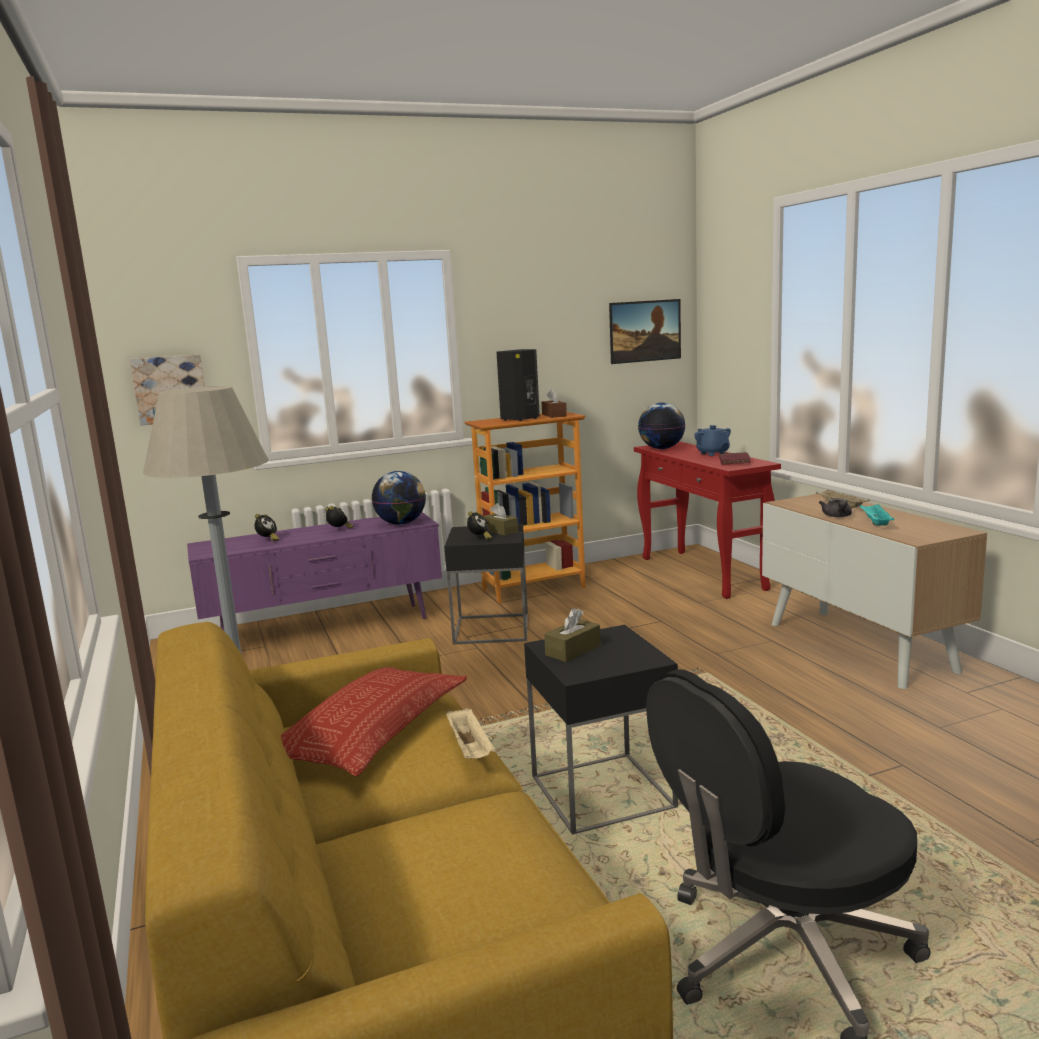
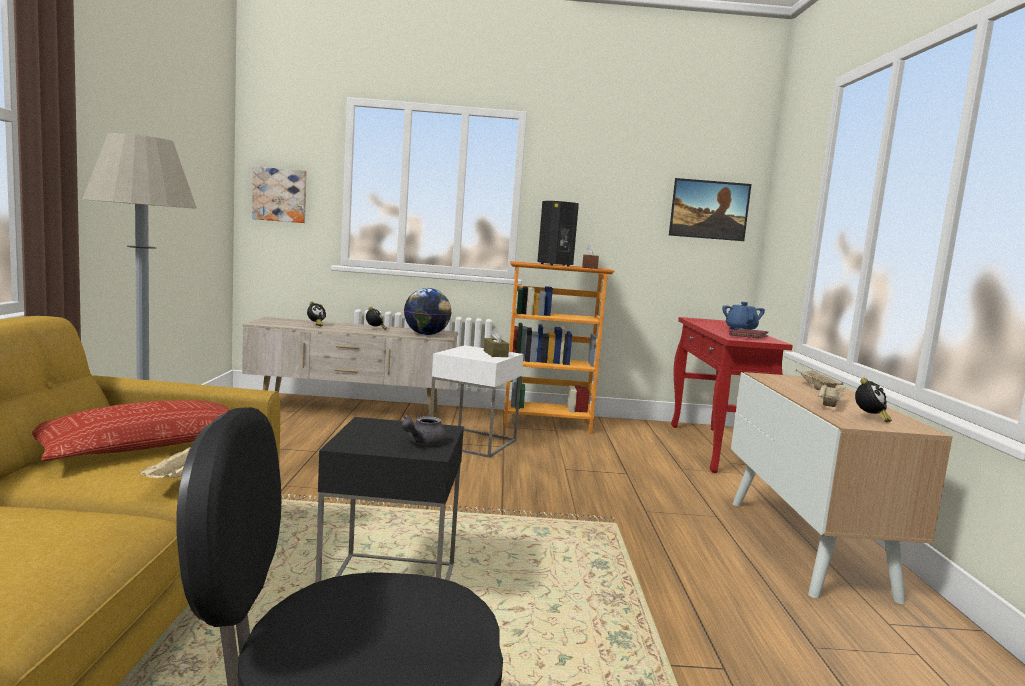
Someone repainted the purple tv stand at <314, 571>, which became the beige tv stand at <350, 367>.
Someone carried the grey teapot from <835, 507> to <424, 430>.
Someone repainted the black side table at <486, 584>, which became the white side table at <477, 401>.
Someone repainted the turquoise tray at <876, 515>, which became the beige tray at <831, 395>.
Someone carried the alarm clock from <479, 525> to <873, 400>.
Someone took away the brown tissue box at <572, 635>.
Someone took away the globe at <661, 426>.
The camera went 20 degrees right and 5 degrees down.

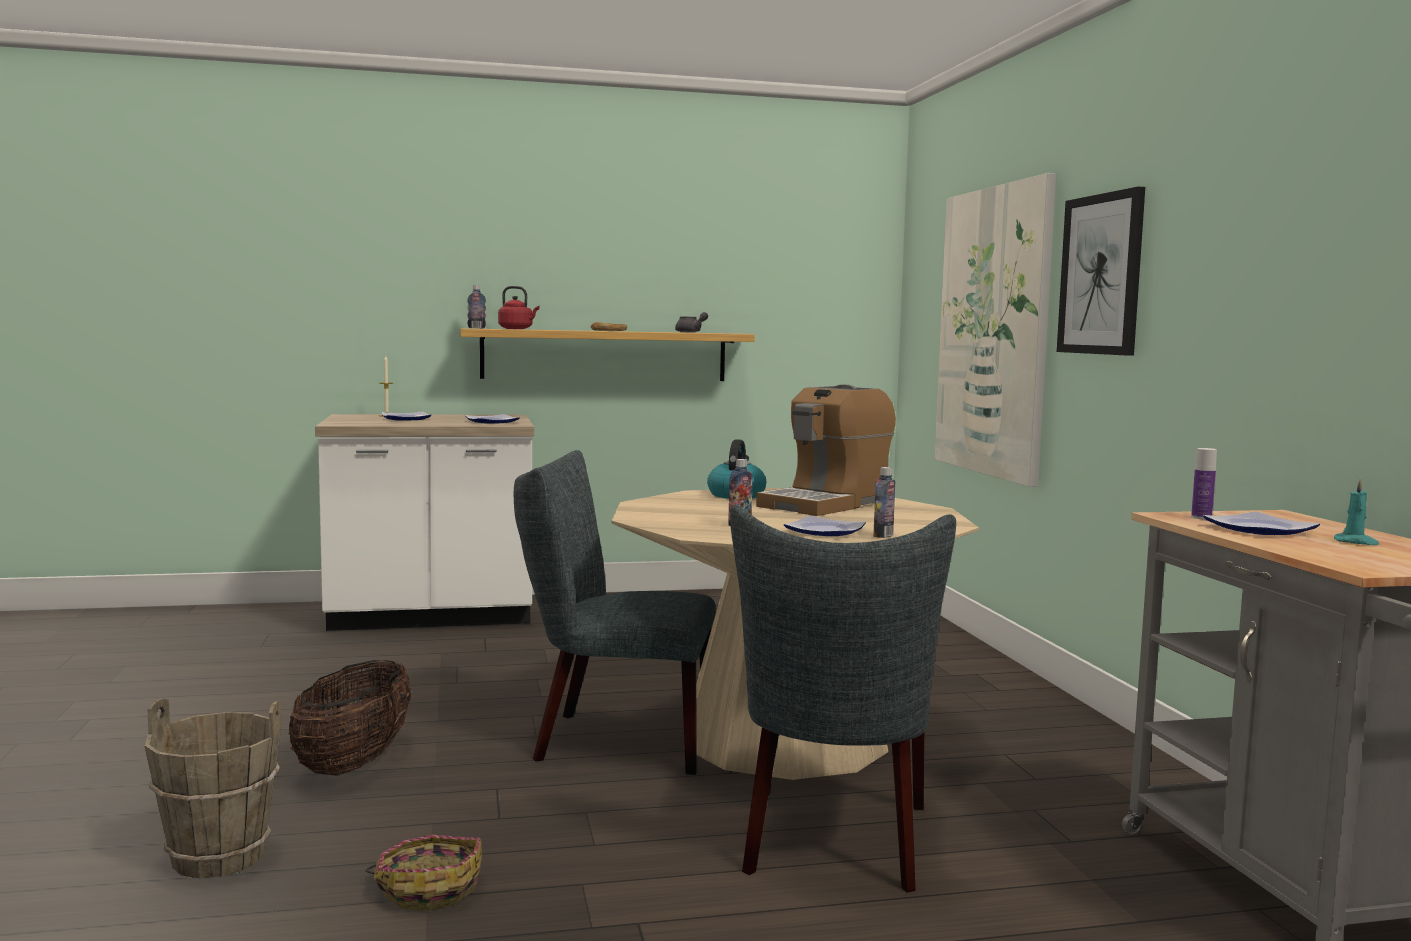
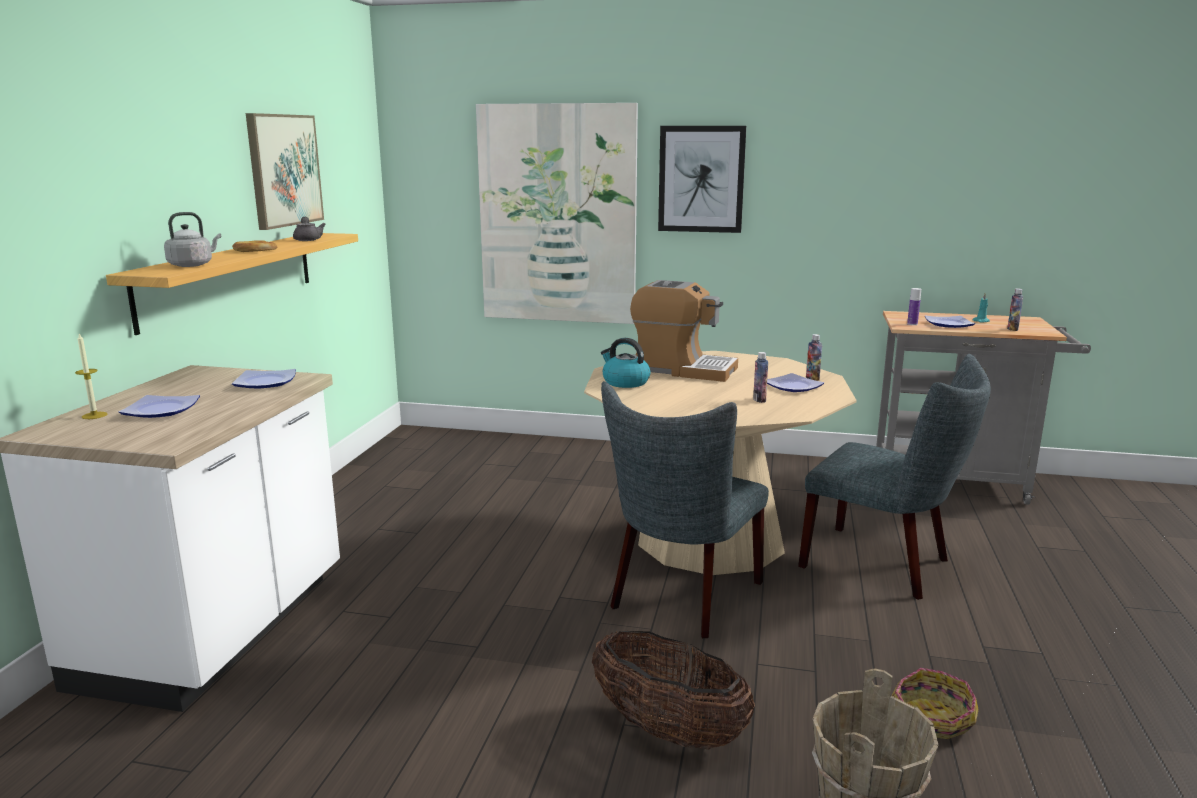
Someone repainted the red kettle at <519, 307>, which became the grey kettle at <192, 239>.
Someone put up the picture at <285, 171>.
Someone rotated the coffee machine at <826, 450> by 45 degrees counterclockwise.
Someone carried the bottle from <476, 307> to <1015, 309>.
The camera went 65 degrees left and 10 degrees up.

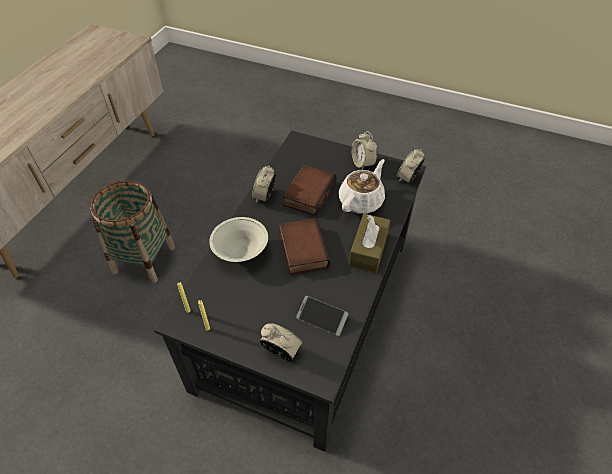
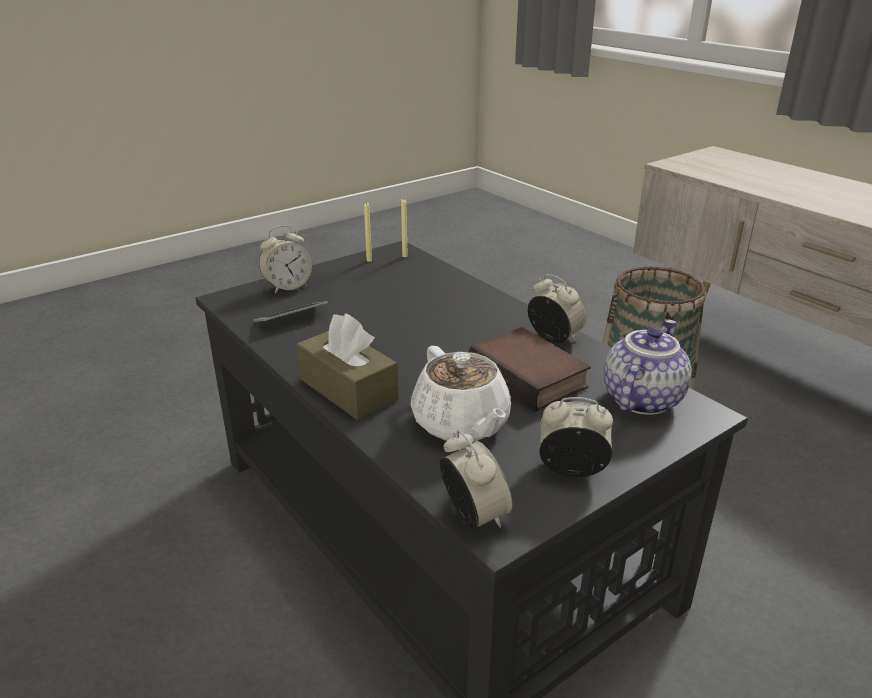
Someone put down the teapot at <648, 367>.
Someone took away the white bowl at <238, 239>.
Someone took away the book at <305, 246>.
The camera went 120 degrees right and 20 degrees down.

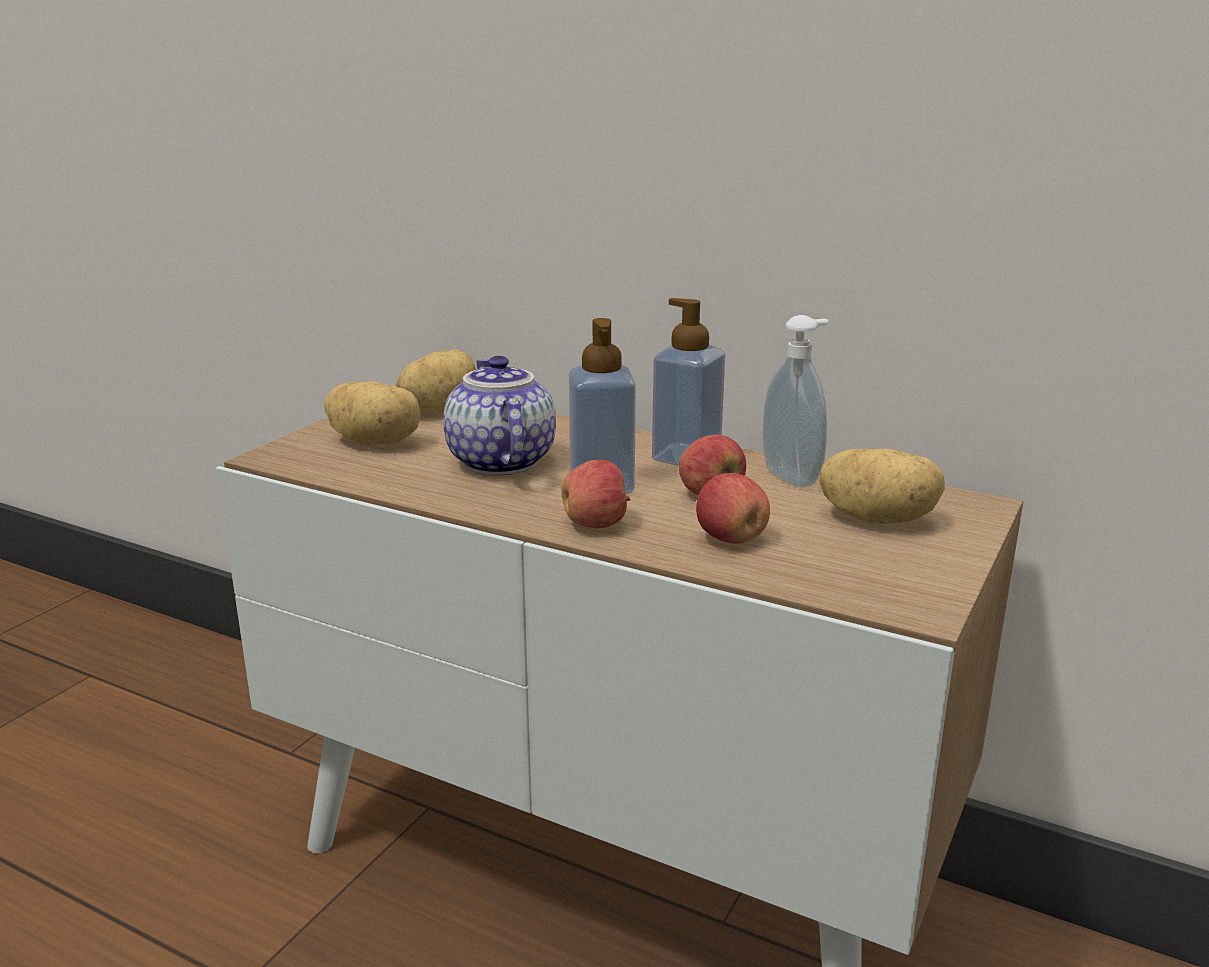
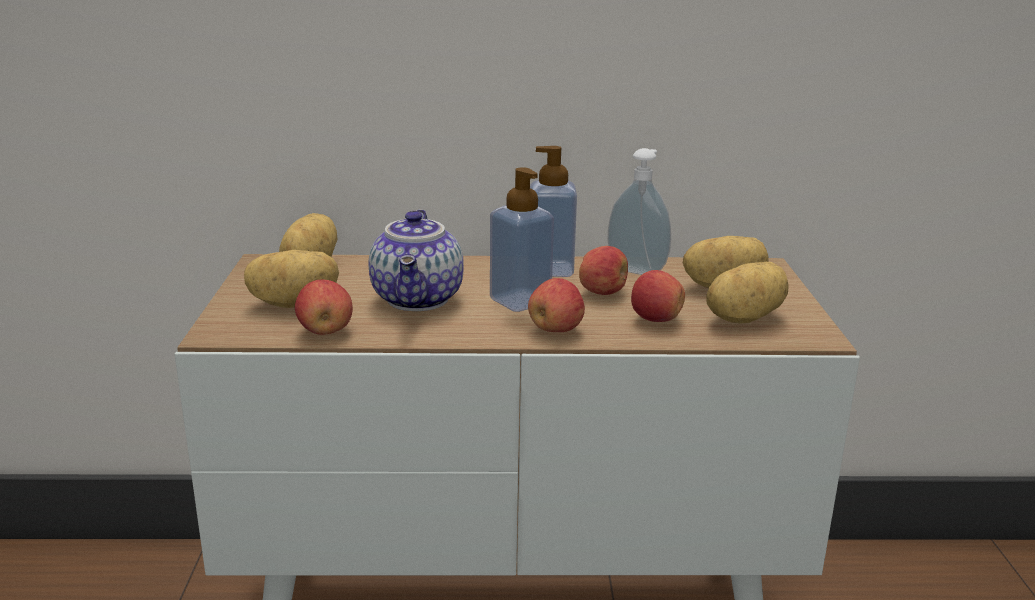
Someone put down the apple at <324, 307>.
Someone rotated the teapot at <499, 416> by 135 degrees counterclockwise.
Someone put down the potato at <747, 293>.
The camera went 30 degrees left and 0 degrees up.

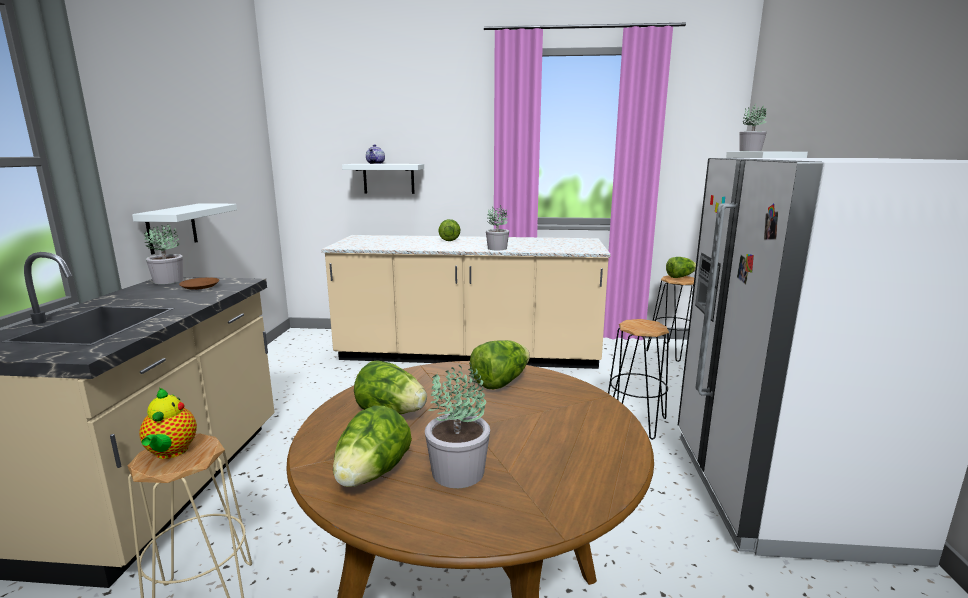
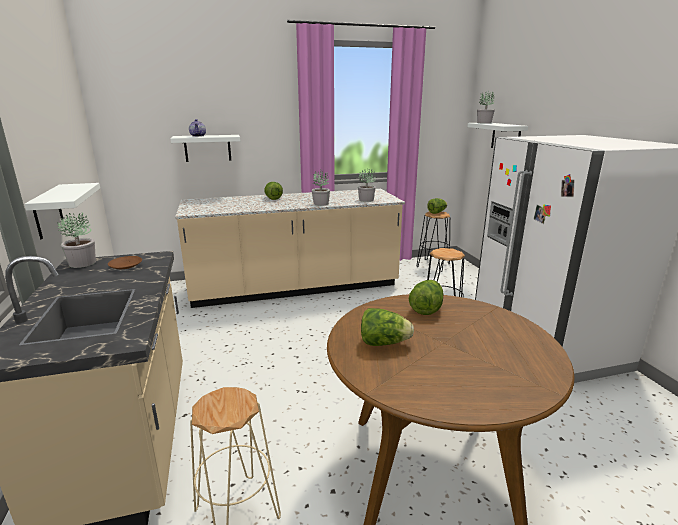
Someone carried the potted plant from <457, 425> to <367, 185>.
Someone took away the teapot at <168, 423>.
Someone took away the lettuce at <372, 446>.
The camera went 20 degrees left and 5 degrees up.

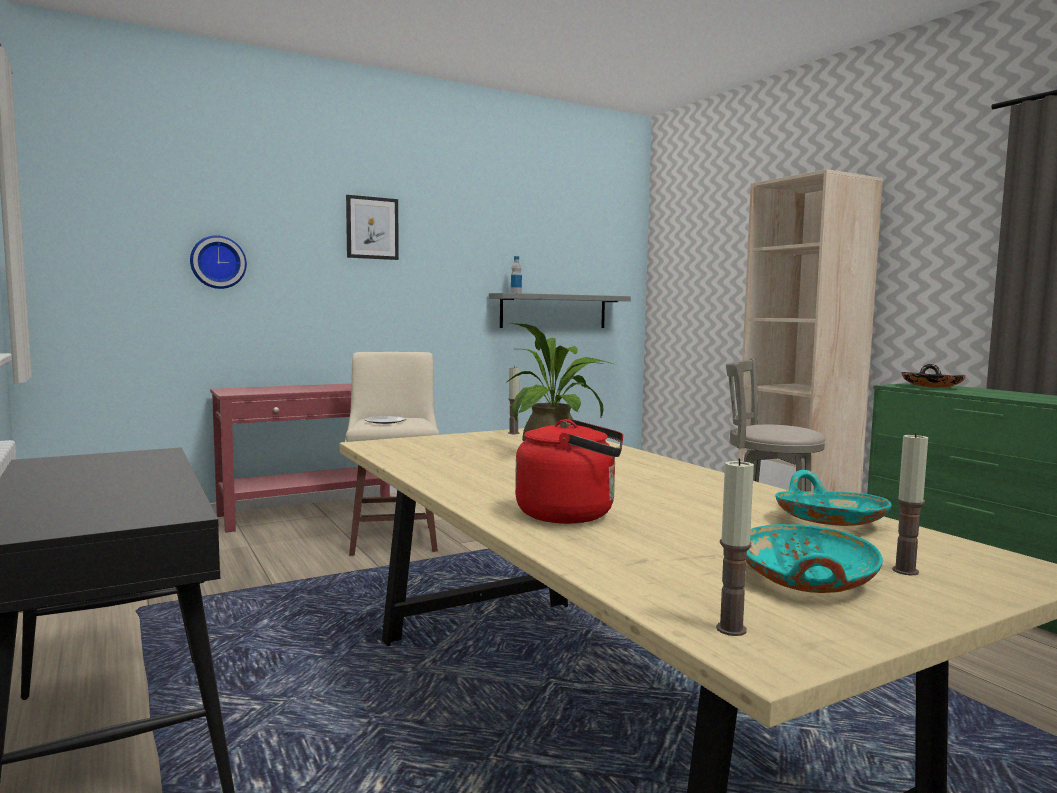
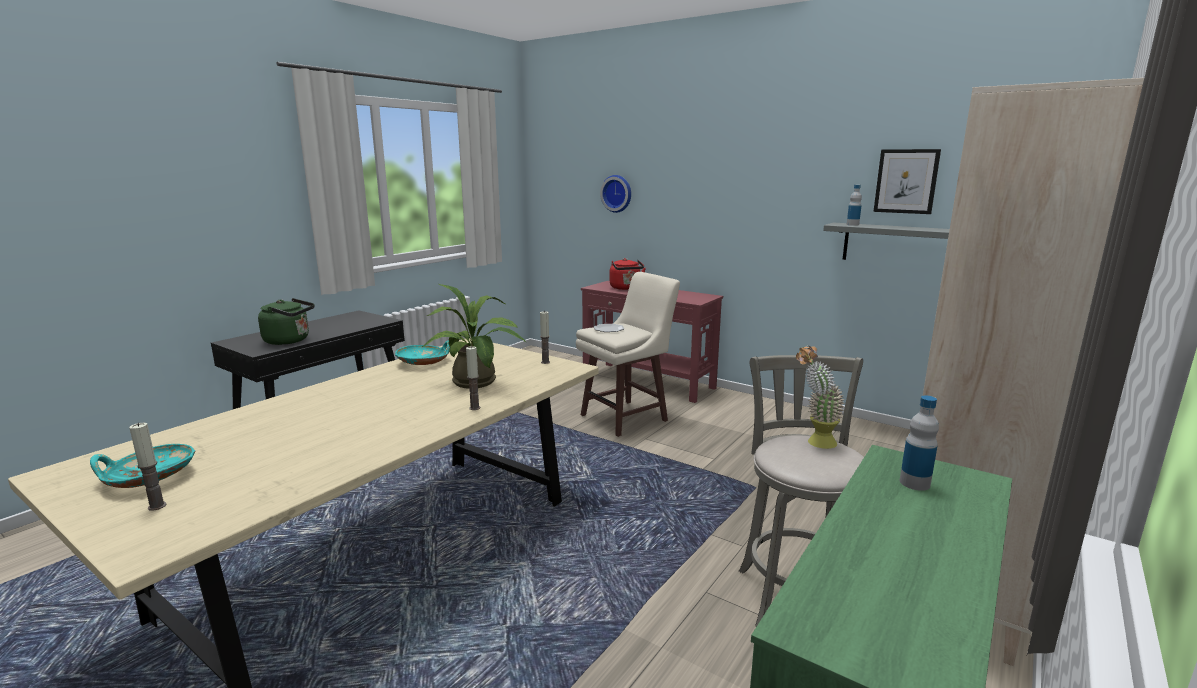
Someone put down the green kettle at <286, 321>.
Someone carried the turquoise bowl from <833, 498> to <422, 352>.
Someone carried the candle from <735, 547> to <473, 378>.
Someone carried the red kettle from <569, 471> to <628, 274>.
Someone put down the potted plant at <820, 397>.
Someone carried the picture from <372, 227> to <907, 181>.
Someone swapped the black bowl at <933, 376> for the bottle at <919, 443>.
The camera went 65 degrees right and 10 degrees up.

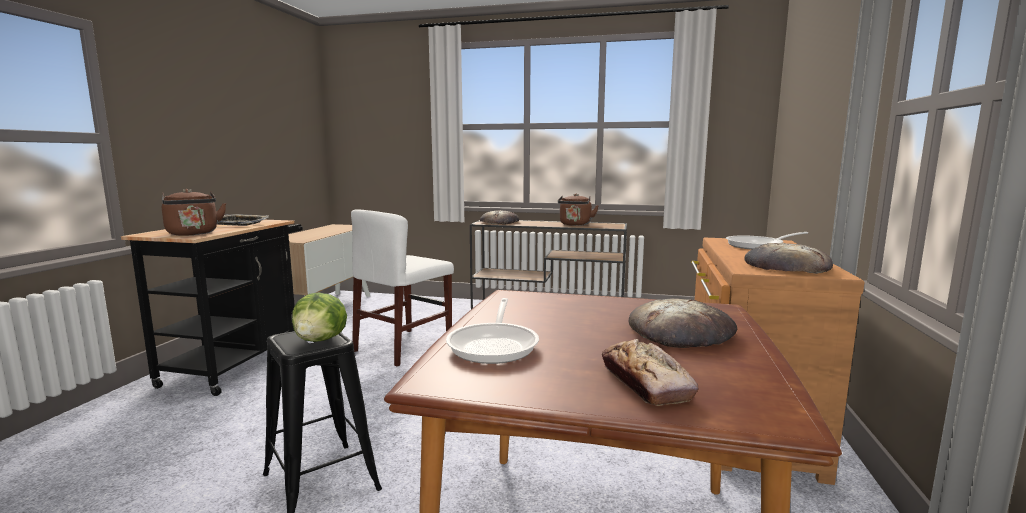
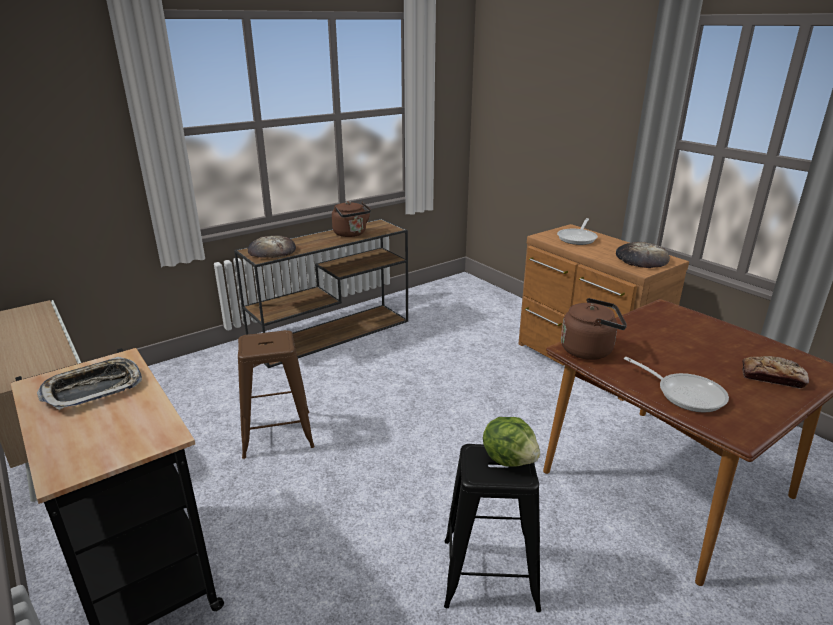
Someone swapped the white chair at <402, 288> for the brown stool at <276, 394>.
Someone carried the brown kettle from <194, 212> to <594, 329>.
Someone took away the bread at <682, 323>.
The camera went 50 degrees left and 15 degrees up.

